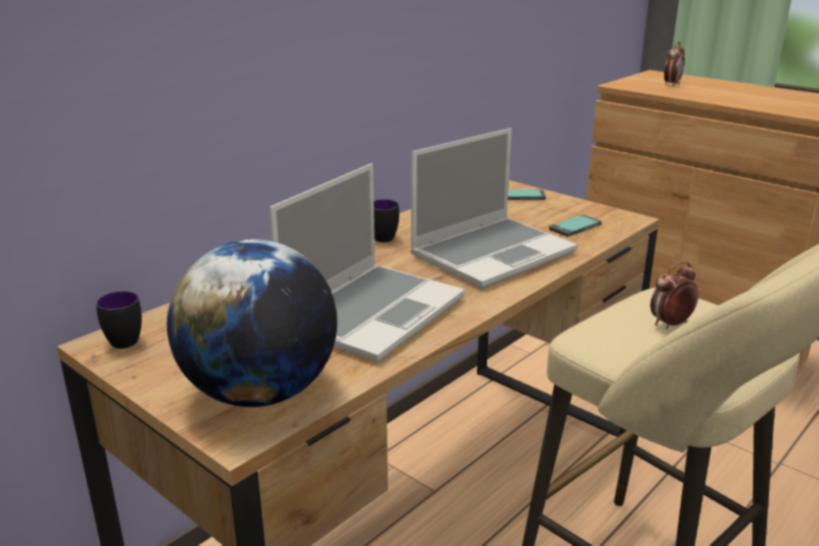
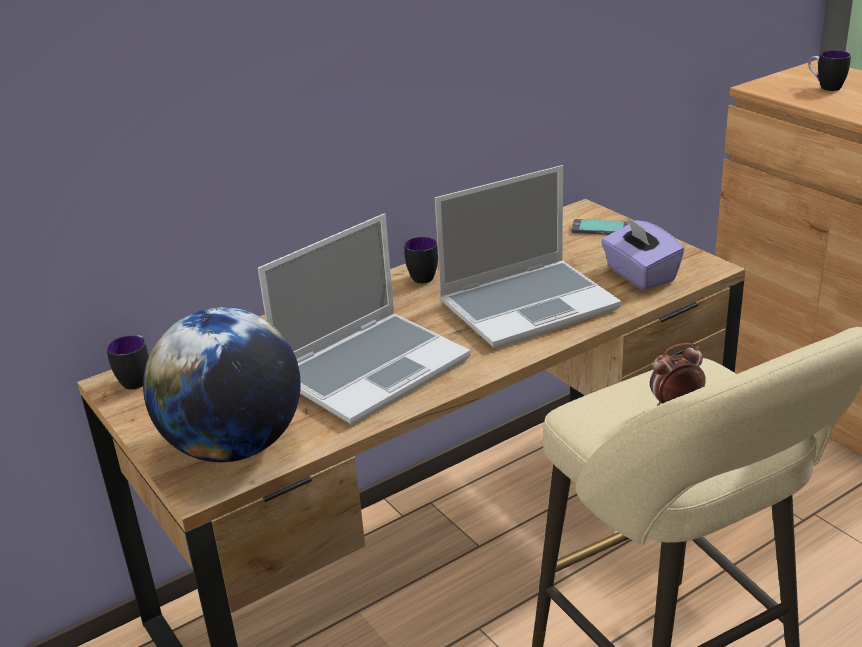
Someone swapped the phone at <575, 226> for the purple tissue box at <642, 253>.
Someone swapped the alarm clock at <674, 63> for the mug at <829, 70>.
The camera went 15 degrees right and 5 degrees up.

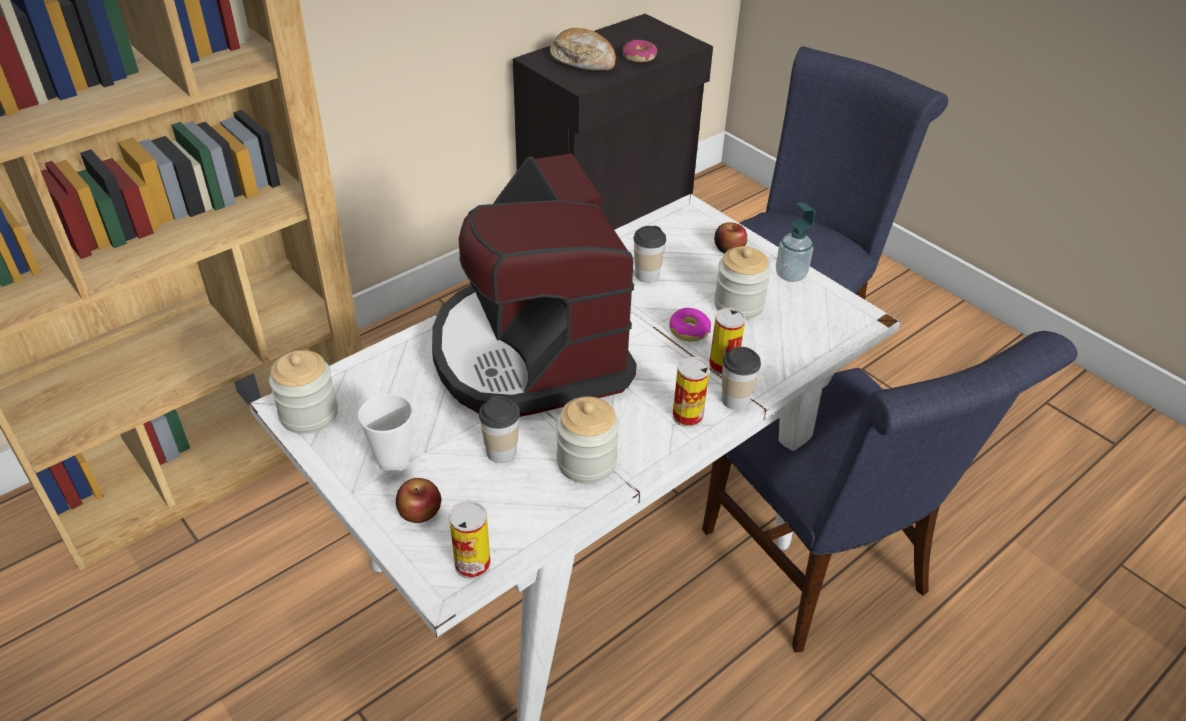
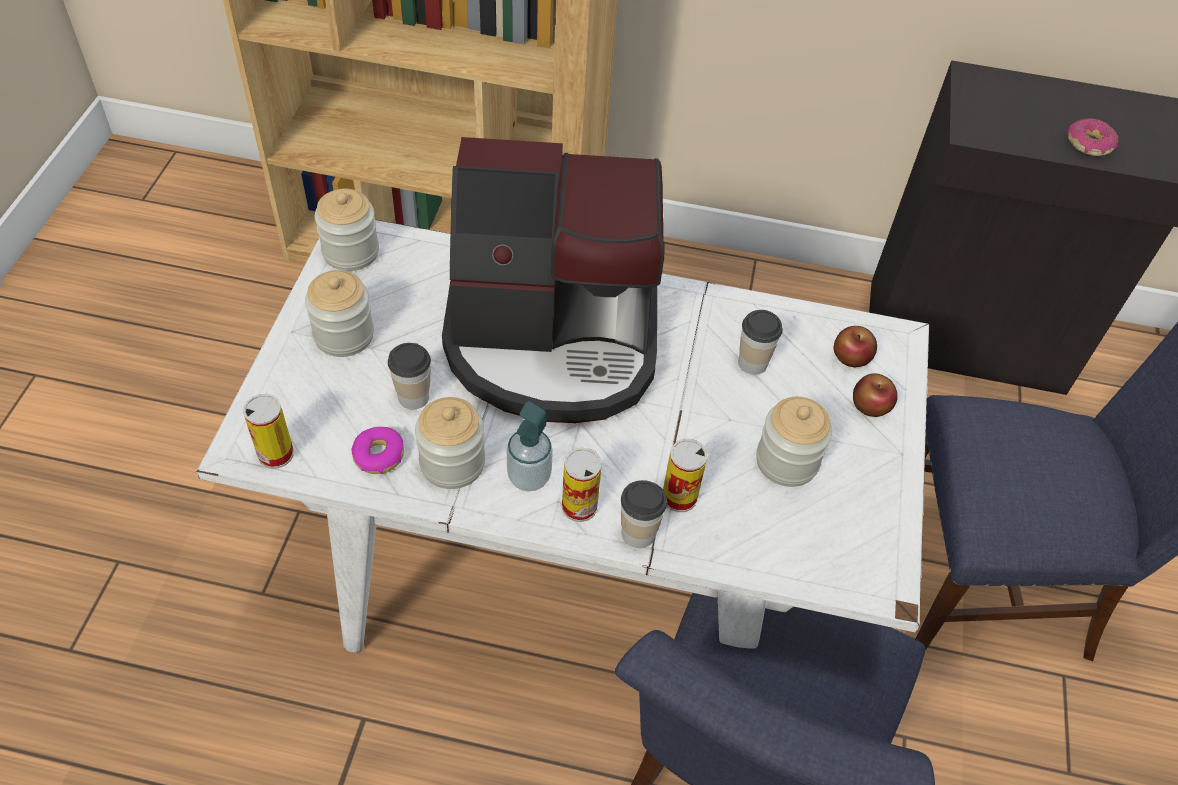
Someone swapped the cup at <385, 433> for the jar at <339, 313>.
Someone carried the donut from <690, 325> to <378, 450>.
Someone rotated the coffee machine at <534, 285> by 120 degrees counterclockwise.
Someone carried the soap dispenser from <795, 242> to <530, 446>.
Someone carried the apple from <418, 500> to <855, 346>.
Someone took away the bread at <583, 49>.
The camera went 50 degrees right and 10 degrees up.

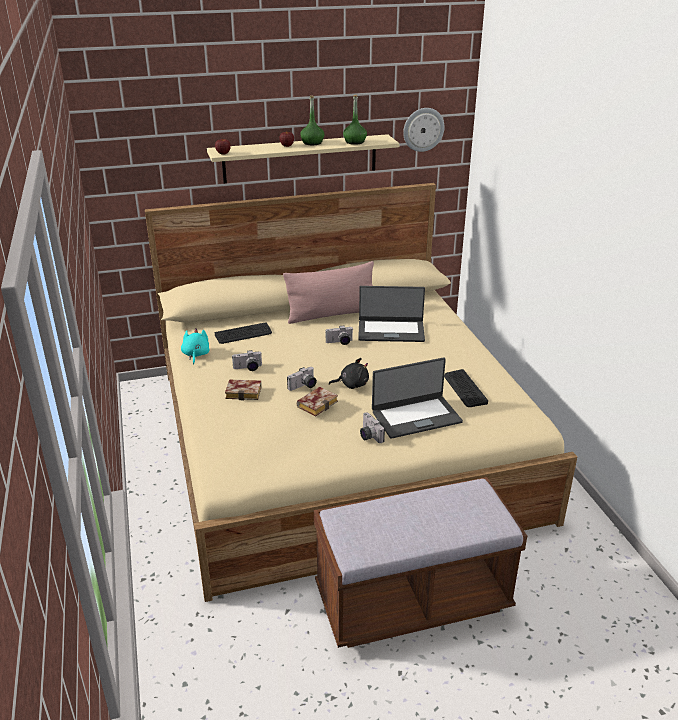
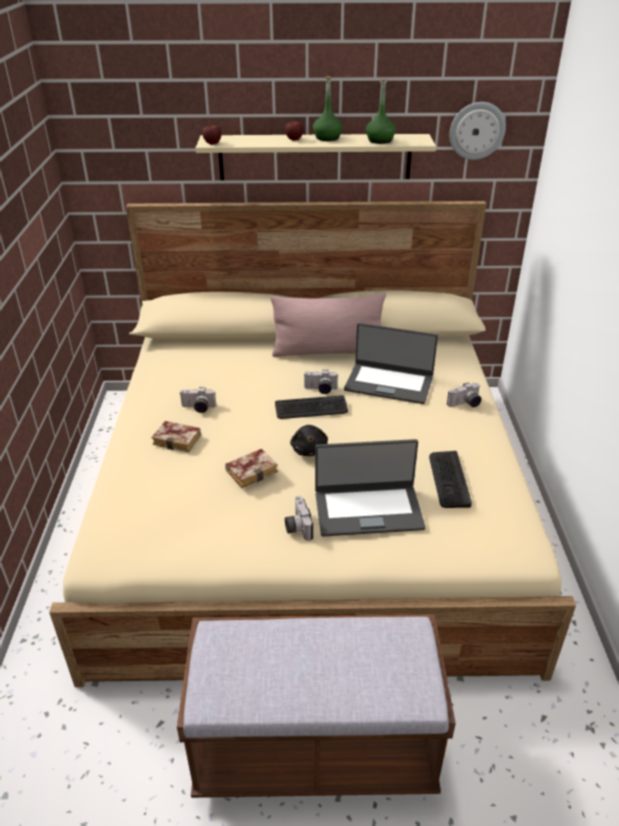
Someone carried the keyboard from <243, 333> to <311, 407>.
Someone rotated the black plush toy at <349, 373> by 75 degrees clockwise.
Someone carried the photo camera from <302, 379> to <464, 394>.
Someone took away the turquoise plush toy at <195, 346>.
The camera went 15 degrees right and 5 degrees up.

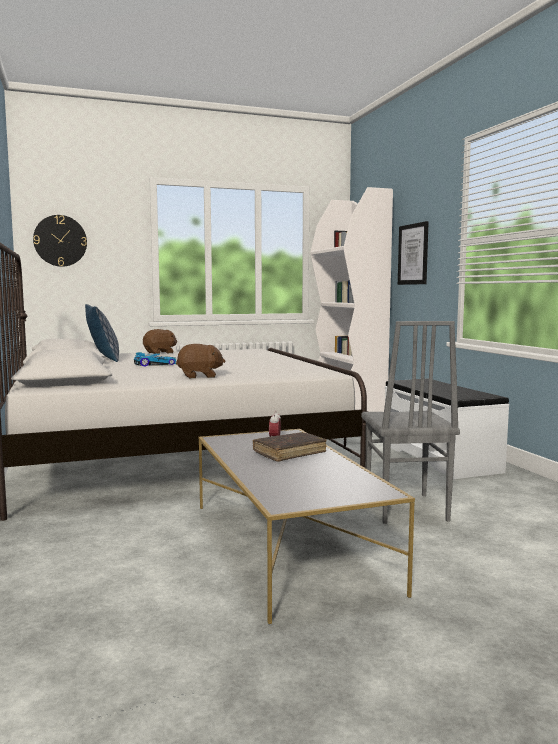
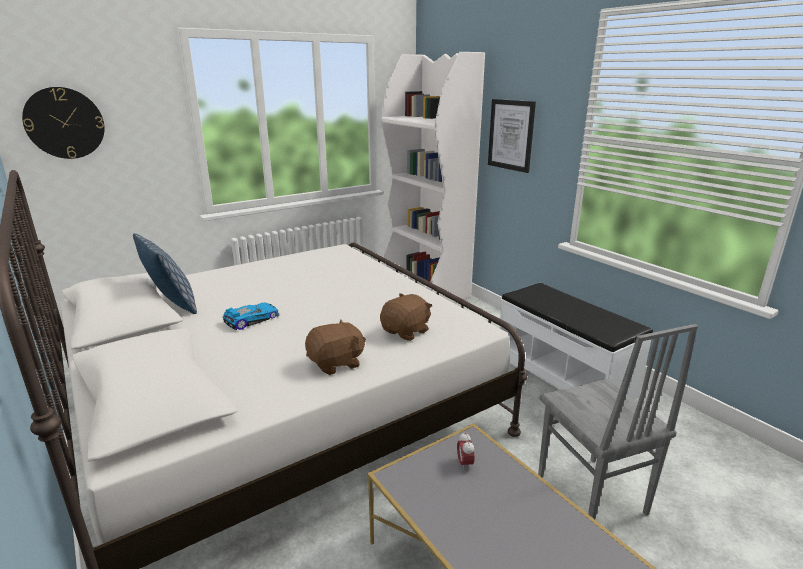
Someone carried the brown plush toy from <160, 341> to <406, 317>.
Someone took away the brown book at <290, 447>.
The camera went 15 degrees left and 15 degrees up.

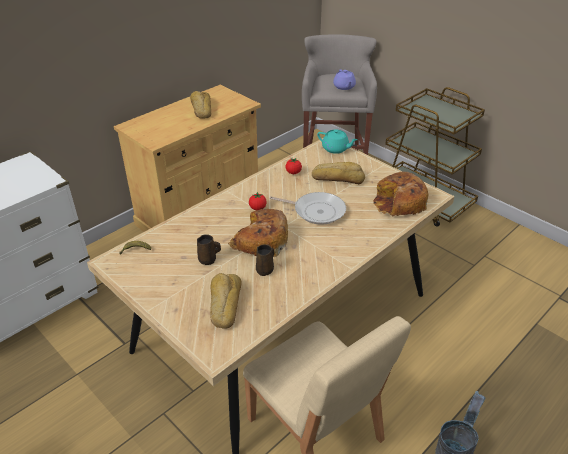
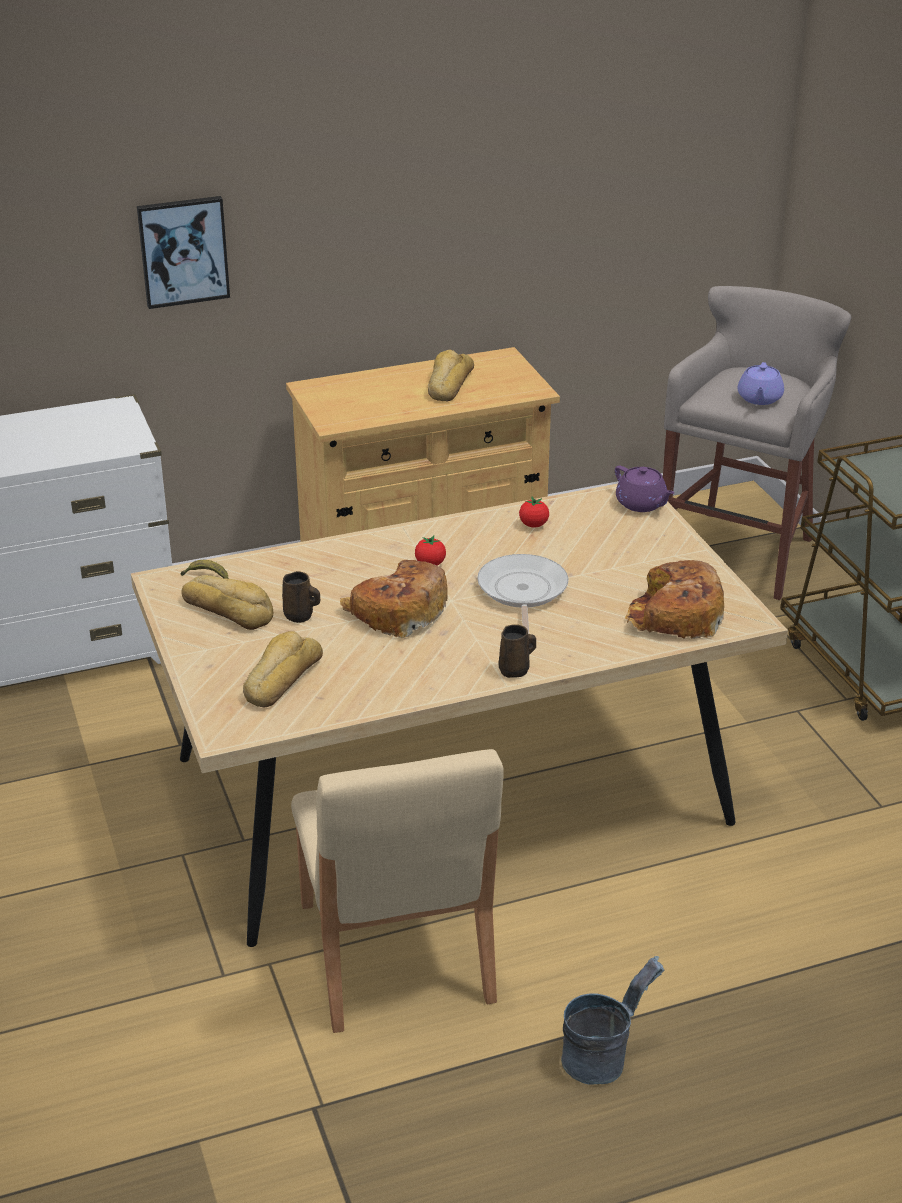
Someone put up the picture at <183, 252>.
Someone carried the bread from <338, 173> to <227, 602>.
Someone rotated the frying pan at <307, 208> by 135 degrees counterclockwise.
Someone carried the brown mug from <265, 260> to <517, 651>.
Someone repainted the turquoise teapot at <337, 141>, which became the purple teapot at <644, 489>.
The camera went 25 degrees right and 5 degrees down.

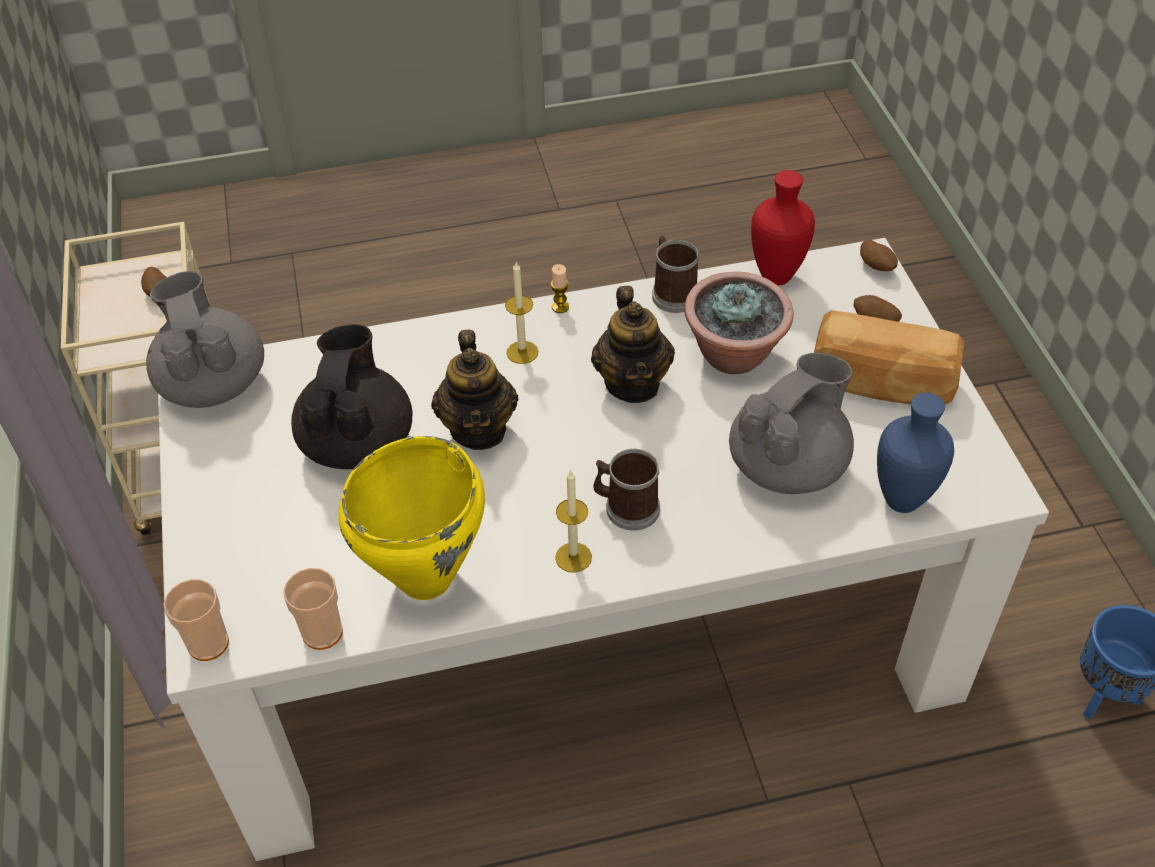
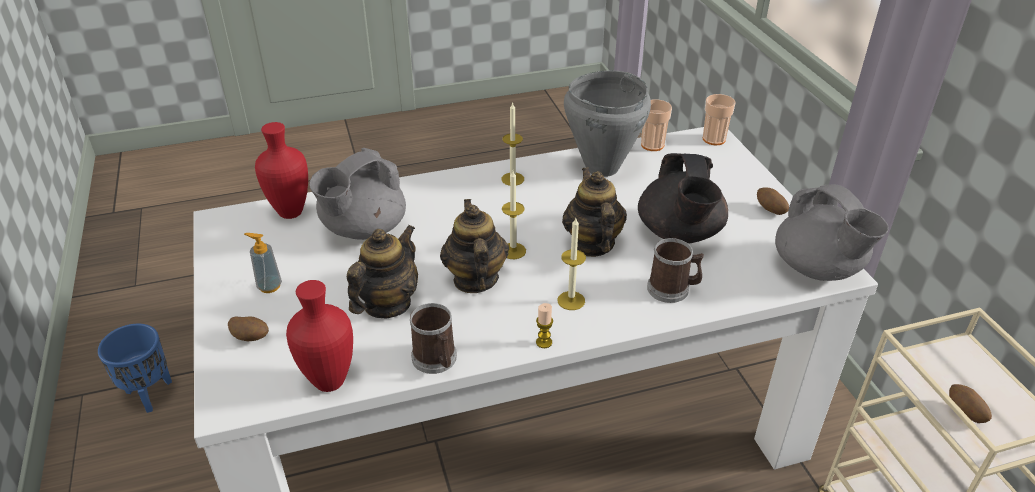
Someone swapped the bread at <889, 357> for the soap dispenser at <263, 263>.
Someone repainted the blue vase at <915, 452>, which became the red vase at <281, 170>.
Someone swapped the potted plant at <739, 322> for the teapot at <382, 271>.
Someone put down the candle at <514, 215>.
Someone repainted the yellow cooking pot at <412, 518>, which became the grey cooking pot at <607, 123>.
Someone carried the mug from <626, 490> to <675, 270>.
Someone carried the potato from <879, 255> to <773, 201>.
The camera went 175 degrees right and 10 degrees down.

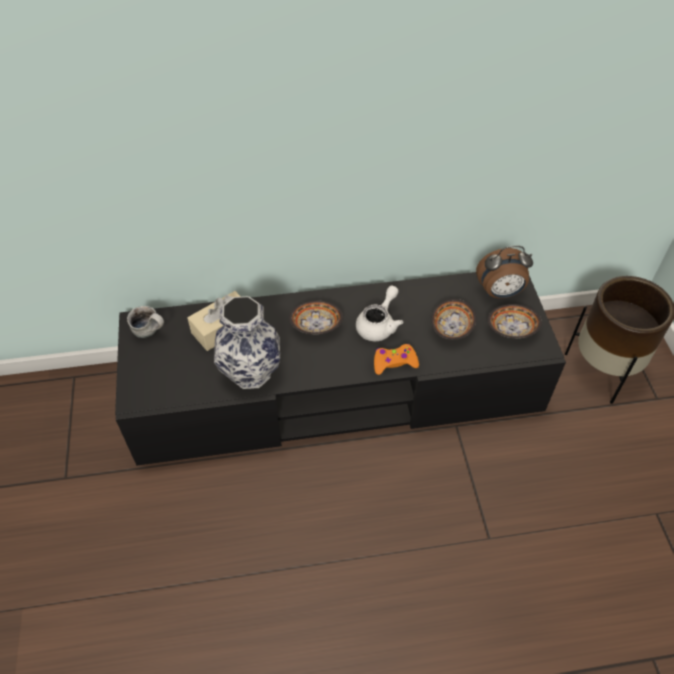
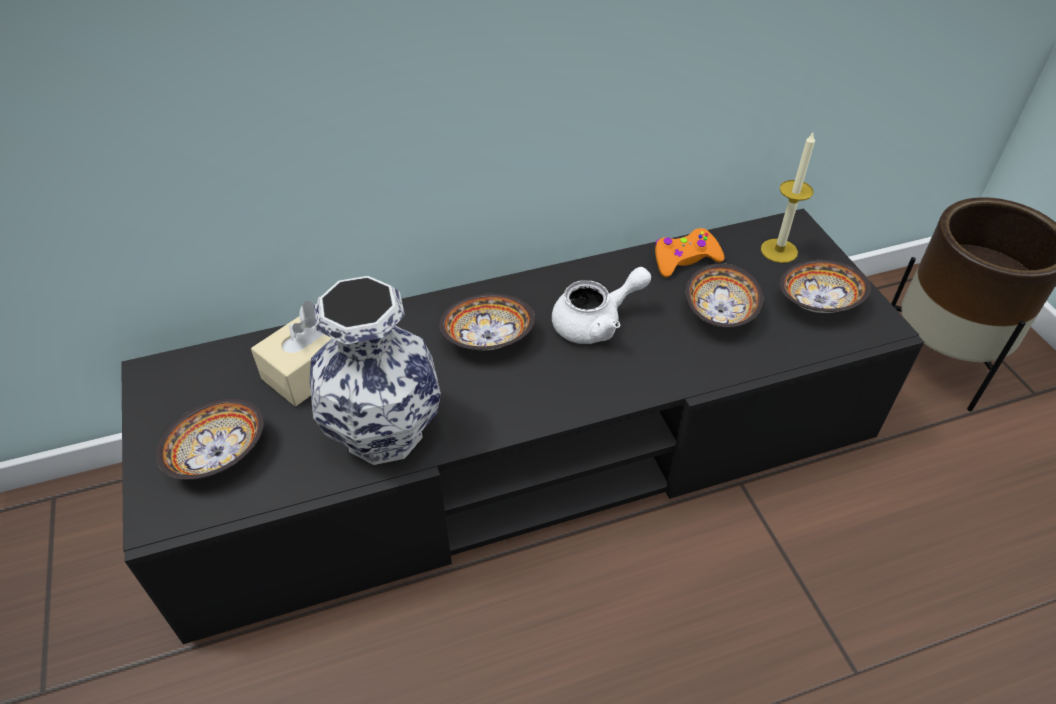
Someone put down the bowl at <210, 439>.
Someone rotated the white teapot at <379, 313> by 45 degrees clockwise.
Someone carried the orange game controller from <396, 359> to <689, 252>.
Someone swapped the alarm clock at <504, 272> for the candle at <788, 198>.
Someone took away the mug at <145, 322>.
The camera went 10 degrees left and 5 degrees down.

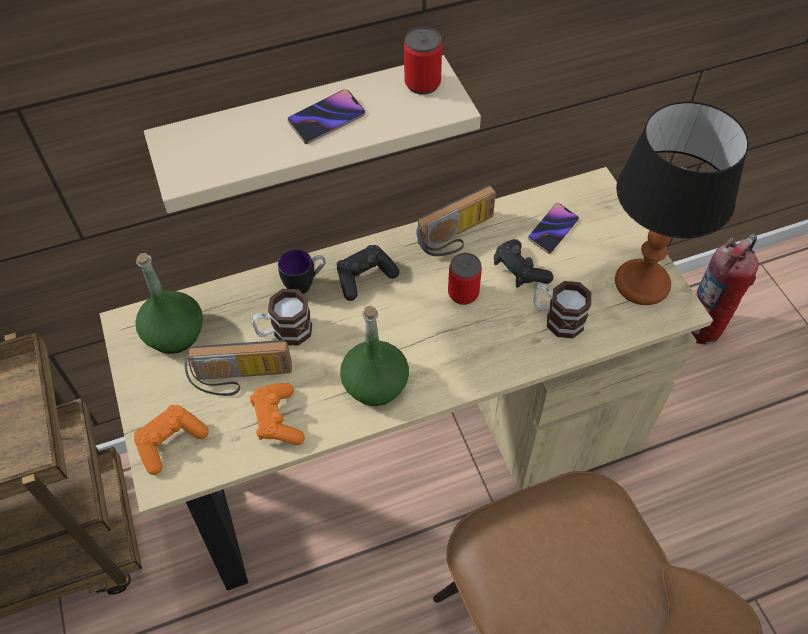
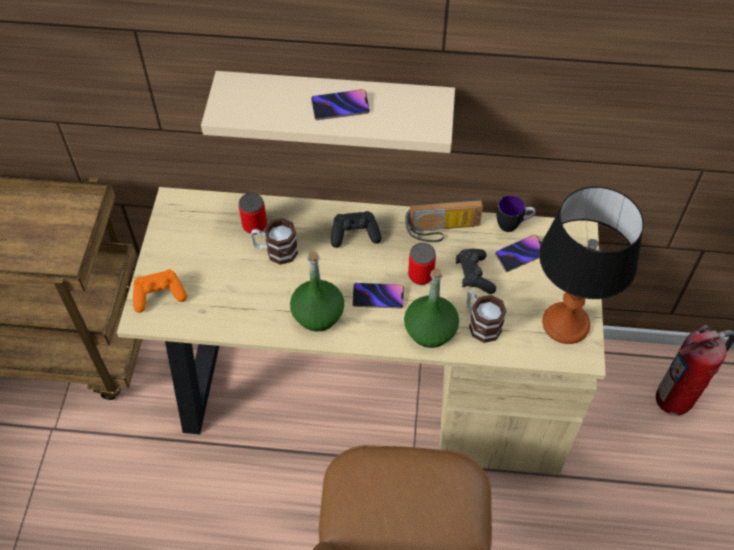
Someone carried the can from <423, 61> to <253, 213>.
Someone put down the phone at <378, 296>.
Someone carried the green bottle from <169, 303> to <431, 308>.
Someone carried the mug from <302, 271> to <515, 213>.
Someone took away the radio at <238, 368>.
Someone took away the orange game controller at <277, 414>.
The camera went 25 degrees right and 0 degrees up.

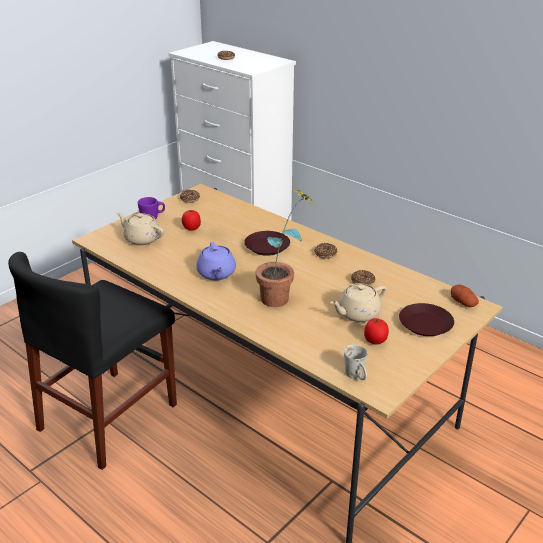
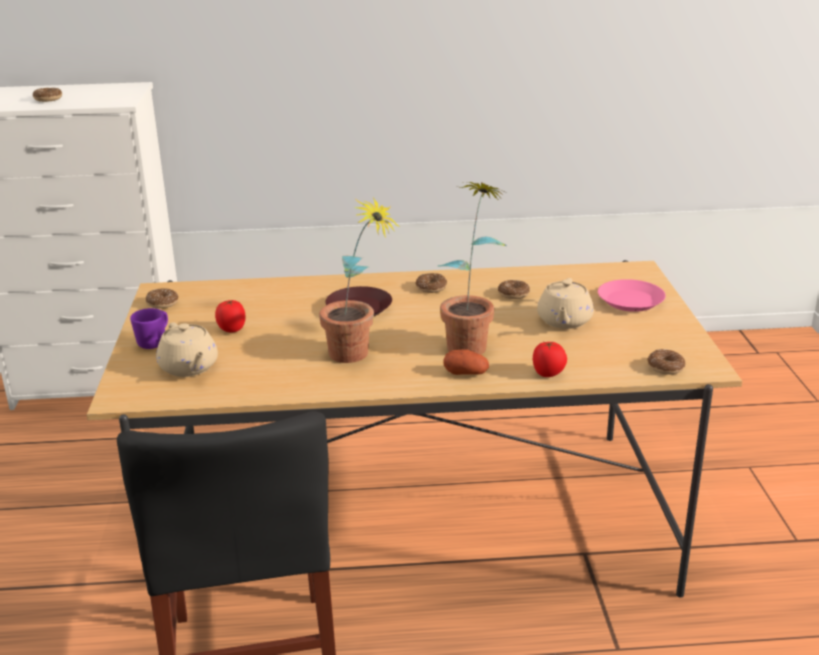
Someone rotated the beige teapot at <140, 229> by 105 degrees counterclockwise.
Someone swapped the purple teapot at <216, 261> for the potted plant at <359, 280>.
Someone carried the potato from <465, 296> to <466, 362>.
Someone carried the tomato from <376, 331> to <550, 359>.
Someone repainted the brown plate at <426, 319>, which became the pink plate at <632, 295>.
Someone swapped the white mug at <356, 362> for the donut at <666, 362>.
The camera went 45 degrees left and 5 degrees down.

